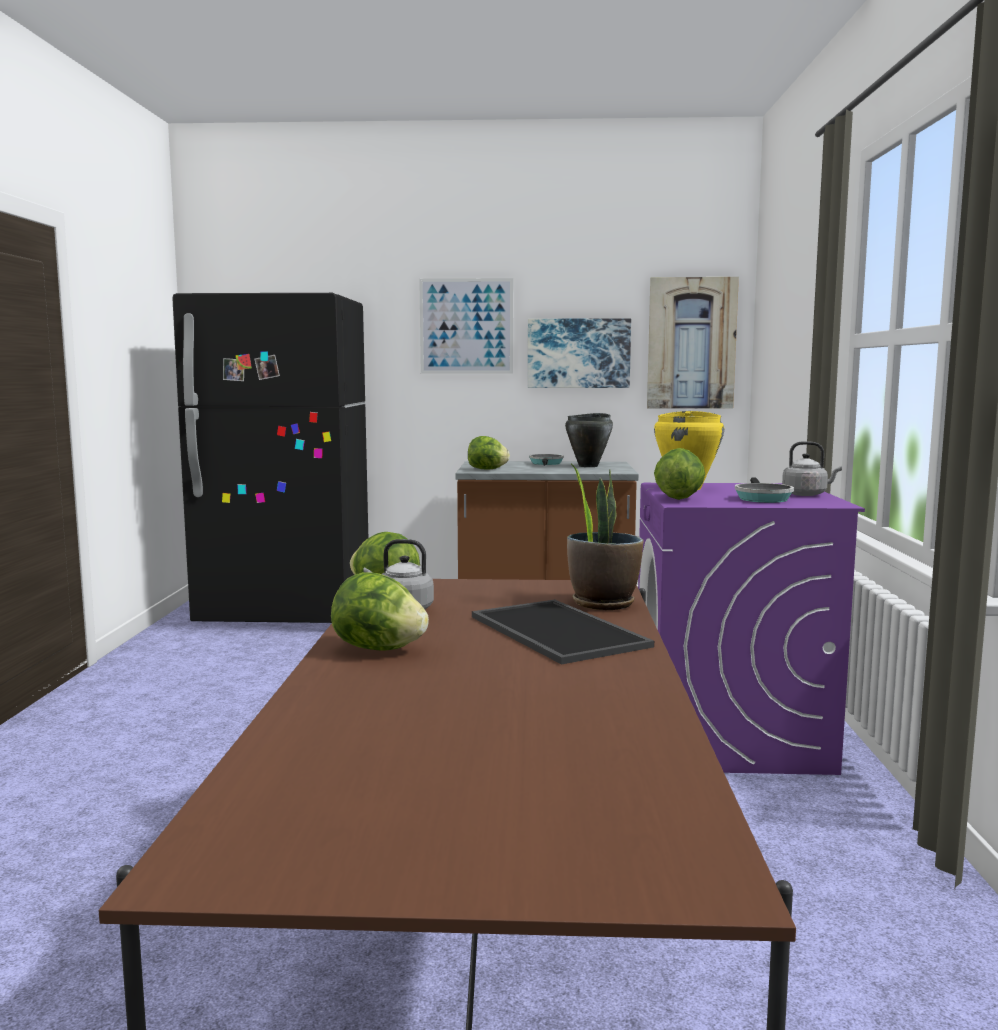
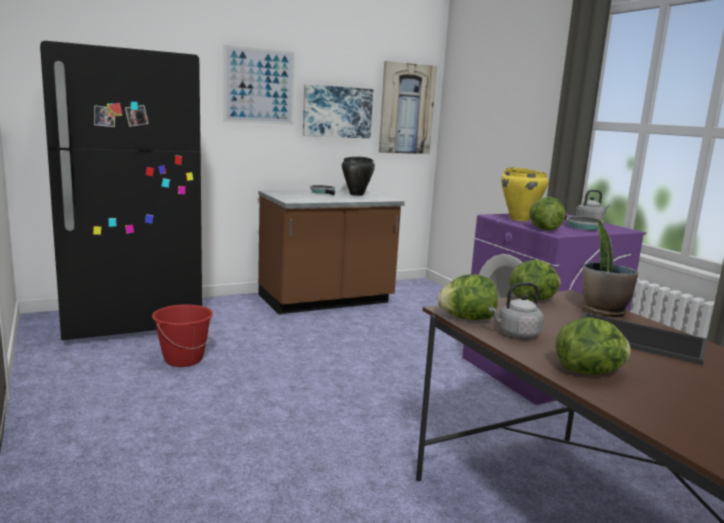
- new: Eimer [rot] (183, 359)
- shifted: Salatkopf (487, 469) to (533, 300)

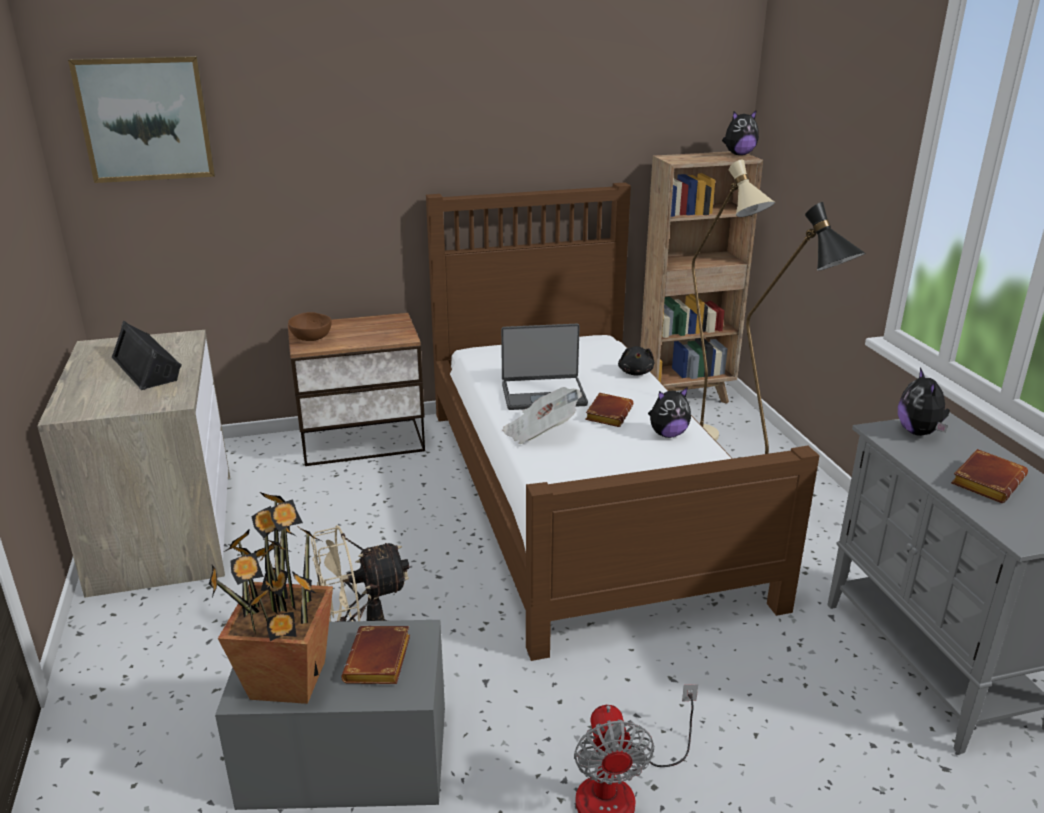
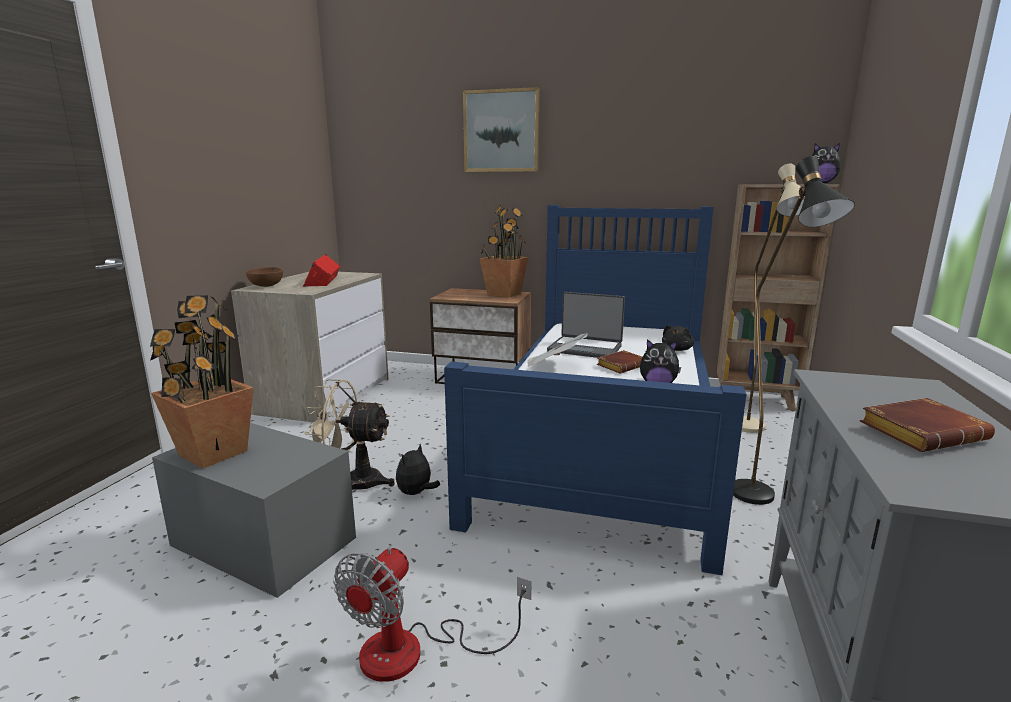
- shifted: Schüssel [braun] (312, 338) to (267, 286)
- repainted: Lautsprecher [schwarz] (148, 367) to Lautsprecher [rot] (324, 280)
- shifted: Plüschtier (919, 432) to (416, 493)
- repainted: Bett [braun] (582, 495) to Bett [blau] (603, 439)
- shifted: Bild (145, 119) to (501, 131)
- new: Topfpflanze (504, 294)
- gone: Buch [braun] (379, 662)

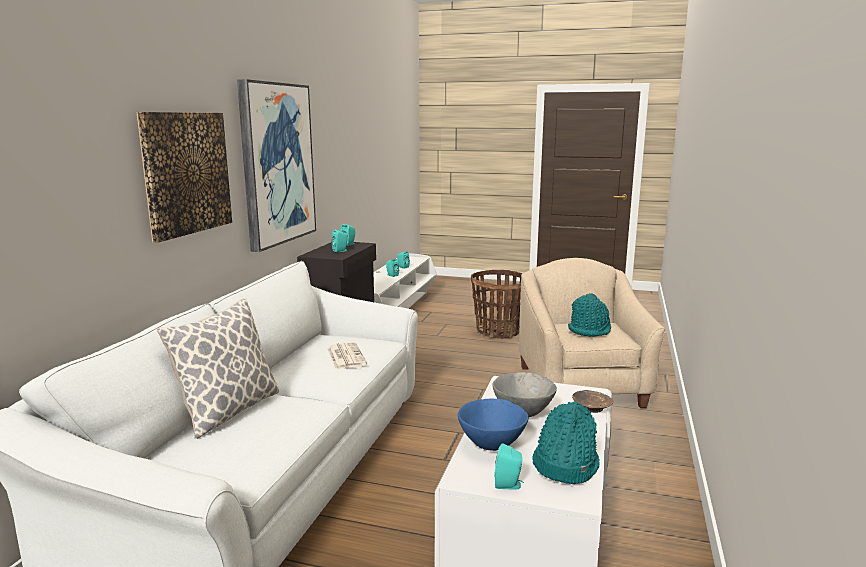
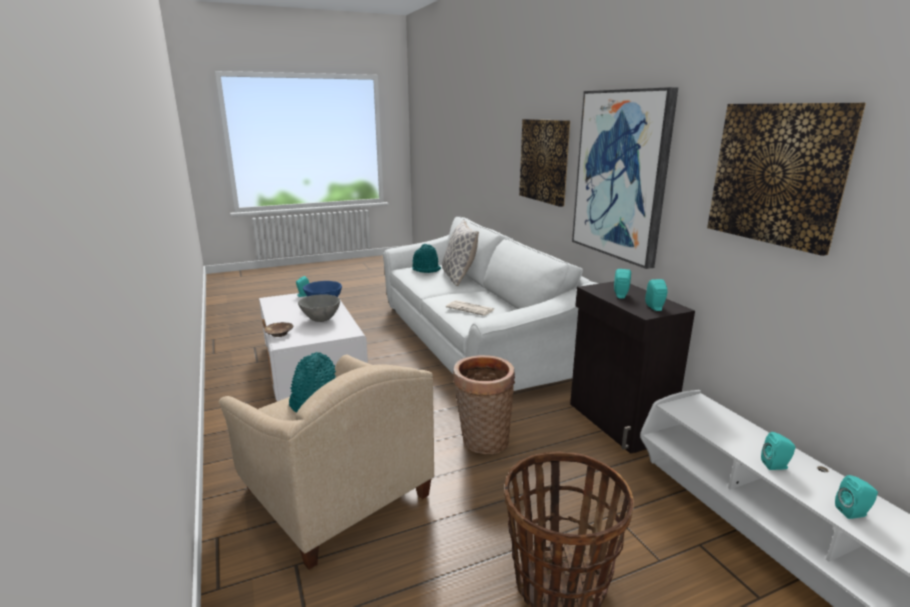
- shifted: Hut [türkis] (564, 464) to (426, 269)
- new: Korb (482, 441)
- new: Bild (777, 174)

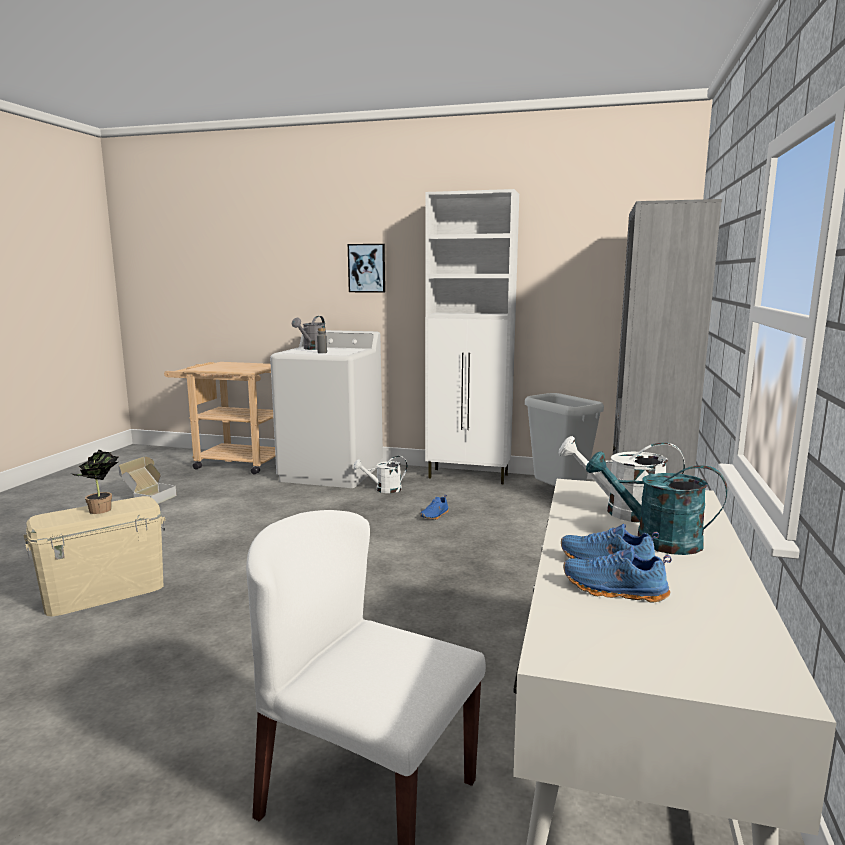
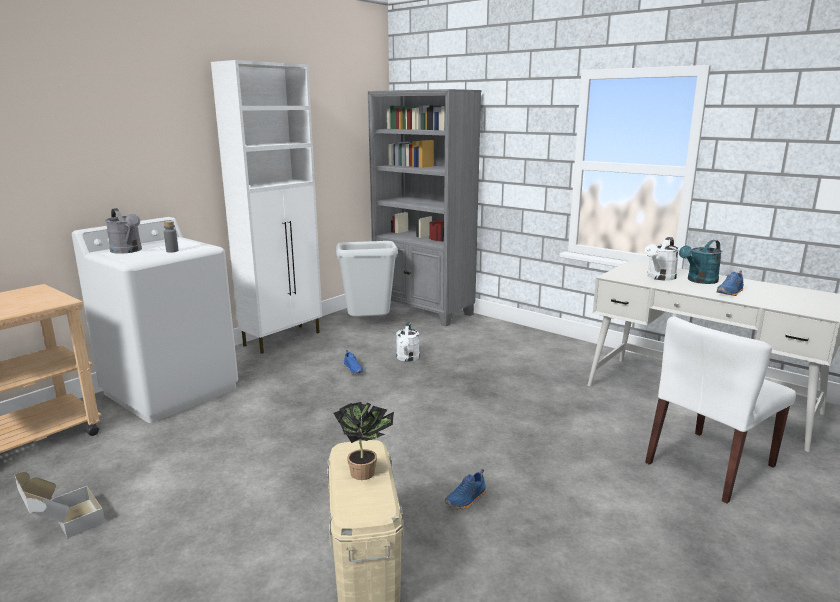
- shifted: Gießkanne [weiß] (384, 490) to (407, 358)
- shifted: Schuh [blau] (614, 591) to (466, 499)
- gone: Bild (367, 268)

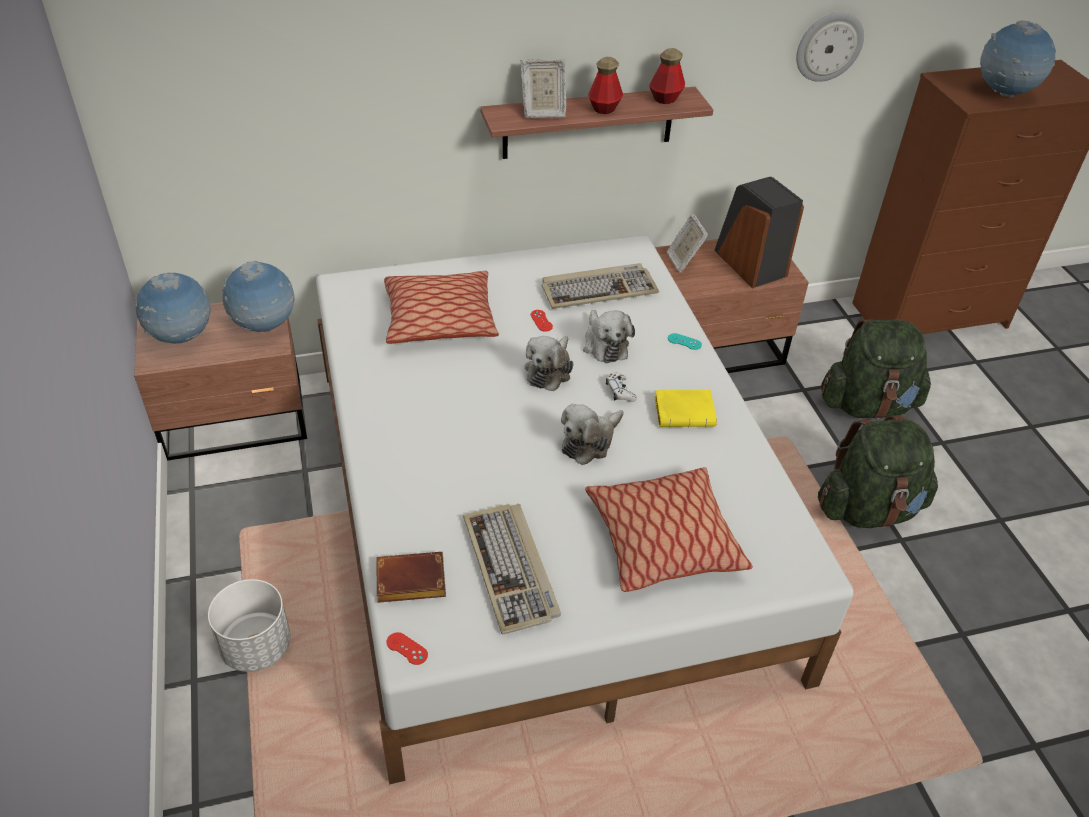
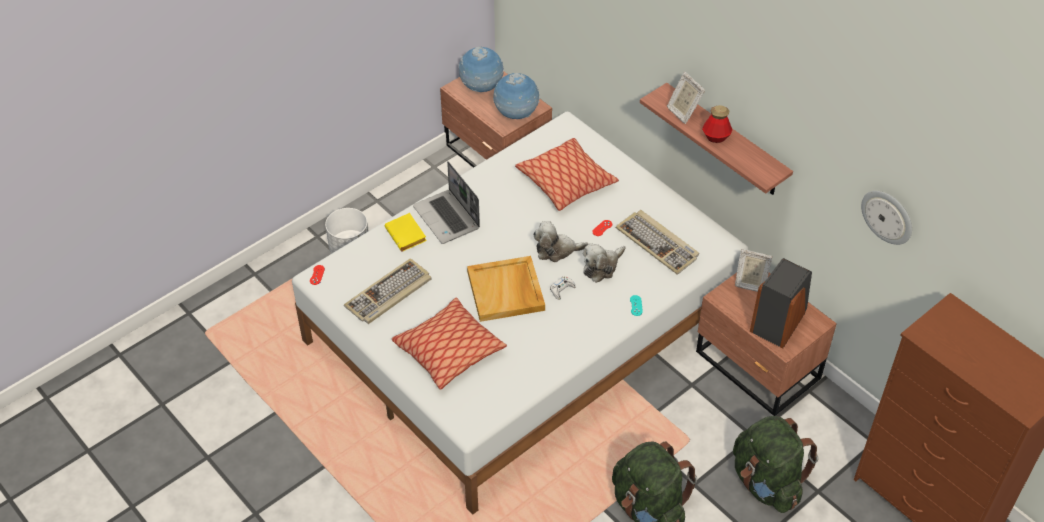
- shifted: Buch [gelb] (685, 412) to (407, 235)
- new: Laptop (447, 218)
- swapped: Plüschtier (589, 442) to Tablett [beige] (506, 291)
- rotated: Bilderrahmen (683, 261) = (750, 283) 120 degrees counterclockwise
- gone: Buch [braun] (409, 583)
- gone: Flasche (665, 98)
- gone: Globus (1004, 95)

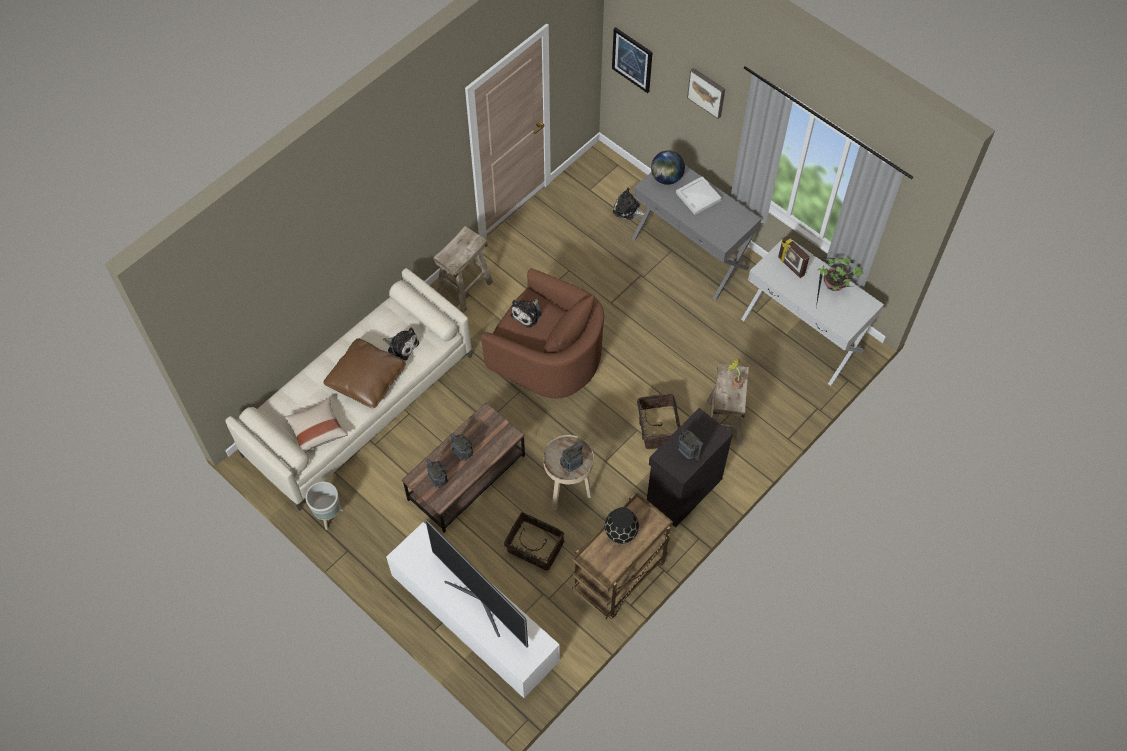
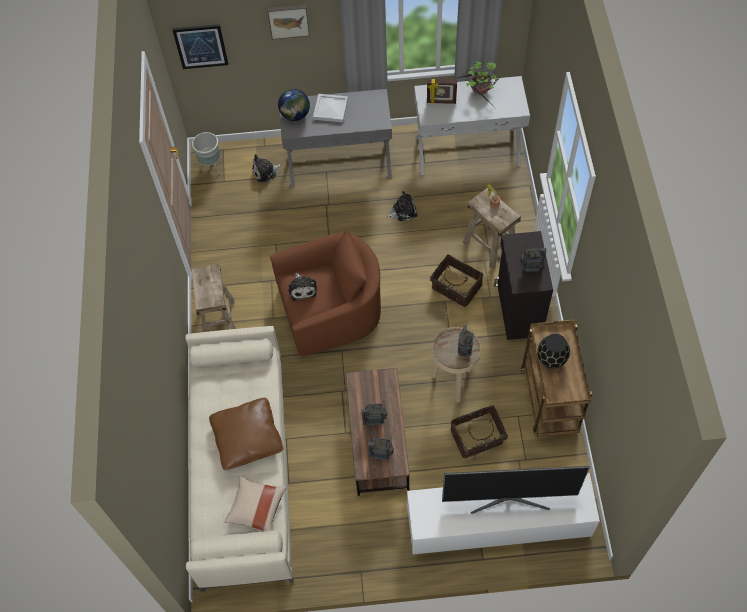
- shifted: Pflanzkübel [grau] (329, 516) to (212, 167)
- shifted: Plüschtier (402, 346) to (403, 211)

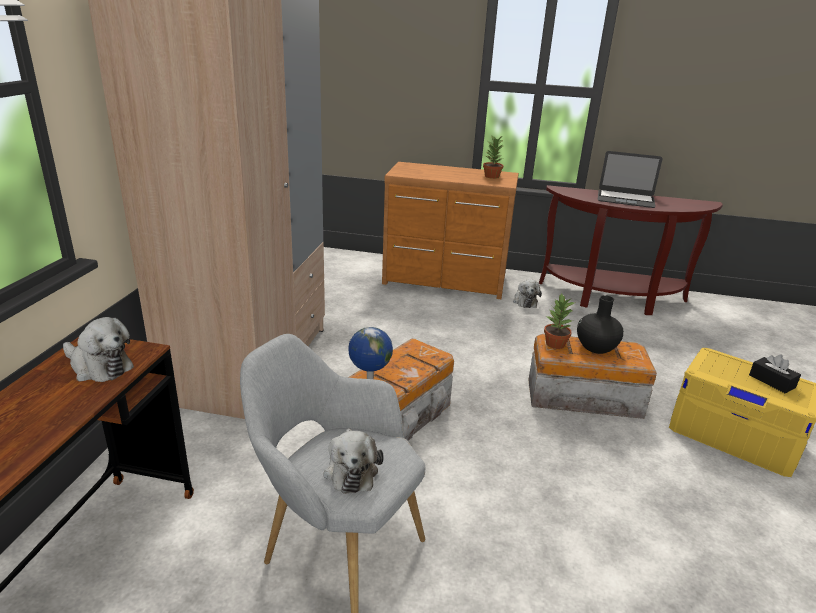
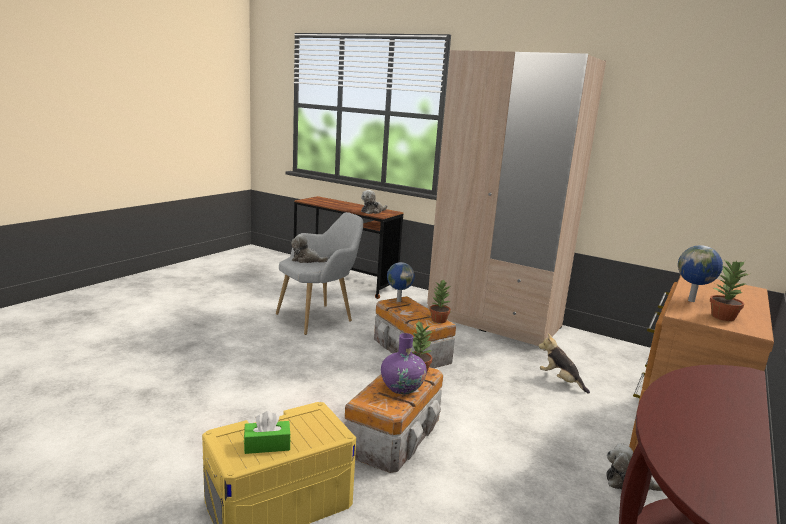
- repainted: Taschentuchbox [schwarz] (771, 381) to Taschentuchbox [grün] (267, 445)
- repainted: Vase [schwarz] (596, 347) to Vase [lila] (402, 388)
- new: Topfpflanze (438, 320)
- new: Plüschtier (560, 381)
- new: Globus (692, 301)
- gone: Laptop (625, 199)

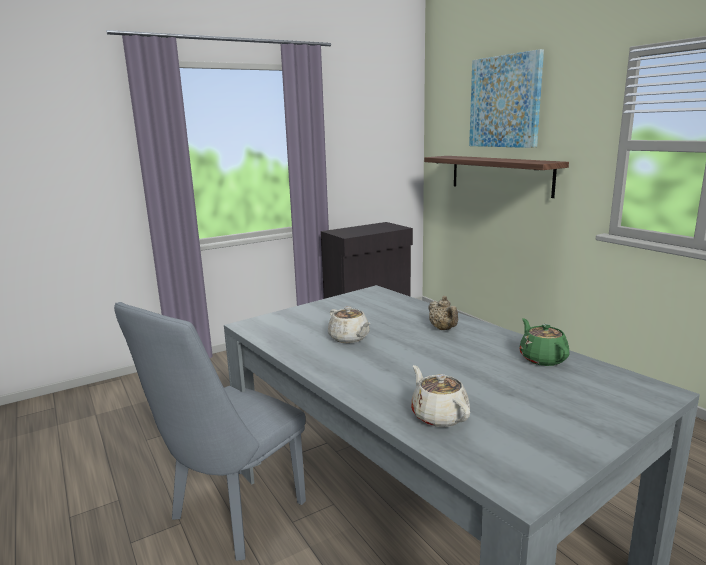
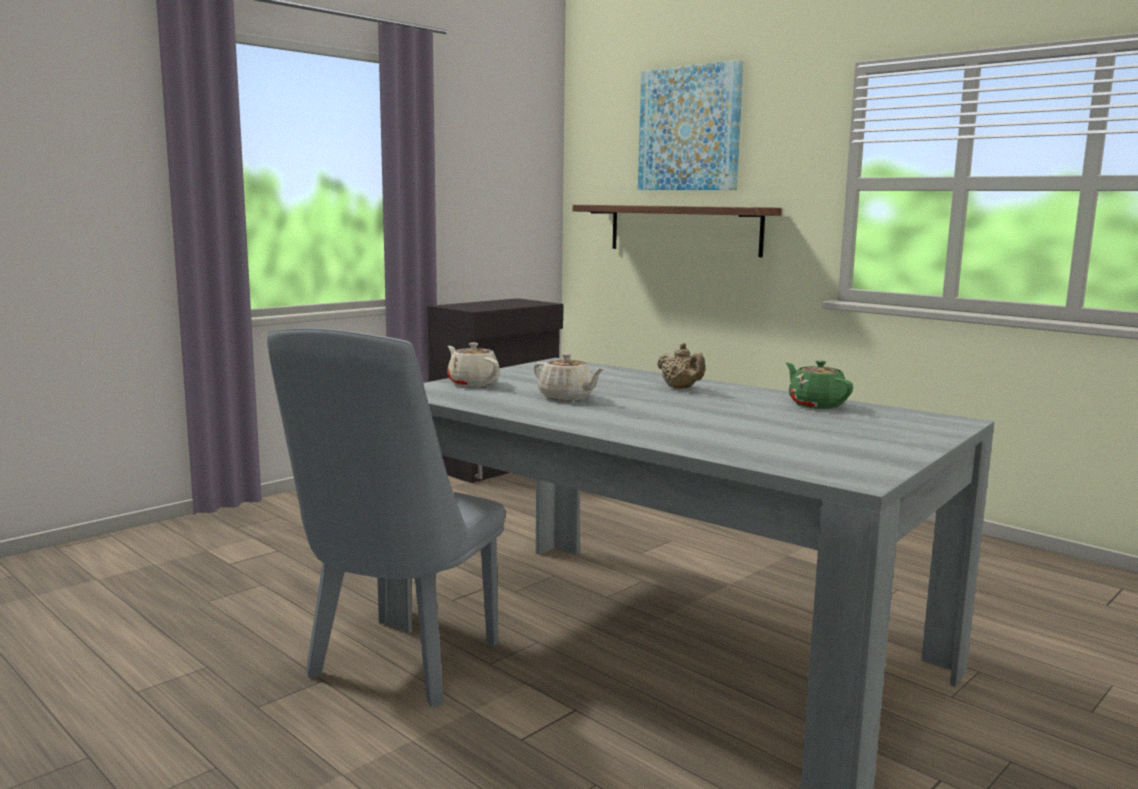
- shifted: Teekanne [beige] (439, 415) to (472, 383)

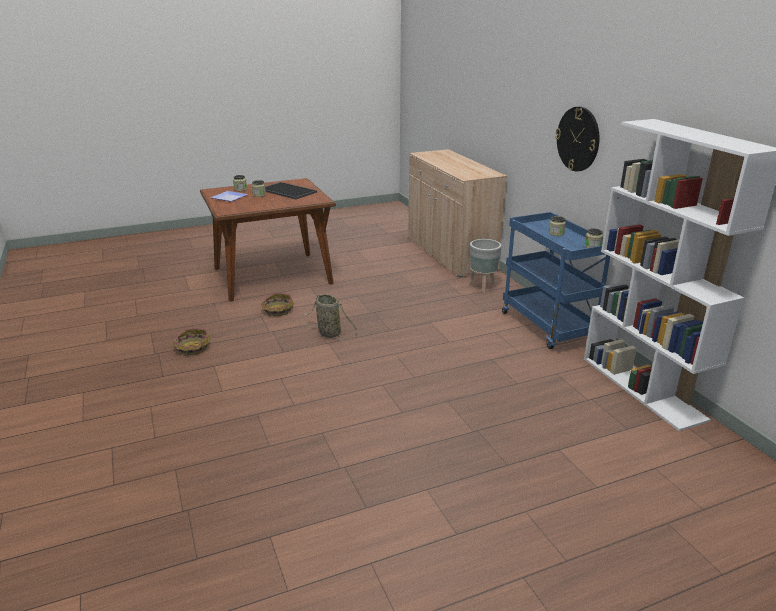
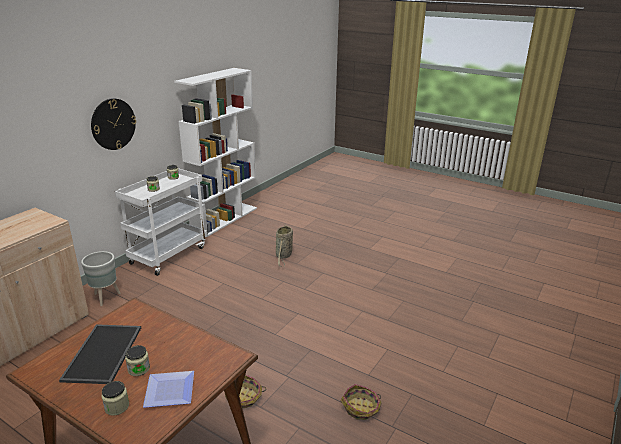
- repainted: Rollwagen [blau] (549, 327) to Rollwagen [weiß] (169, 254)
- shifted: Korb (328, 333) to (283, 256)

